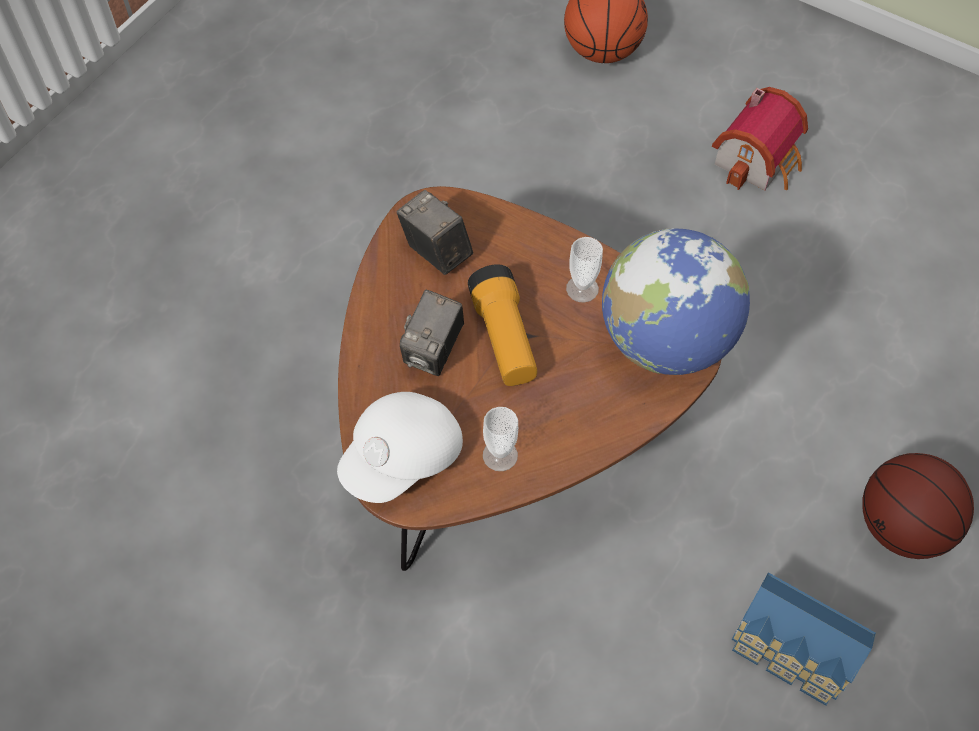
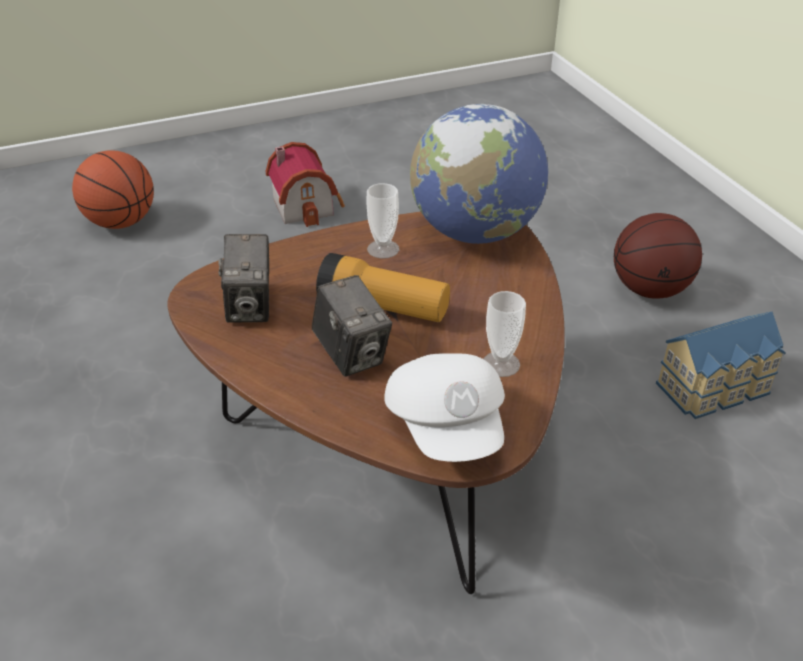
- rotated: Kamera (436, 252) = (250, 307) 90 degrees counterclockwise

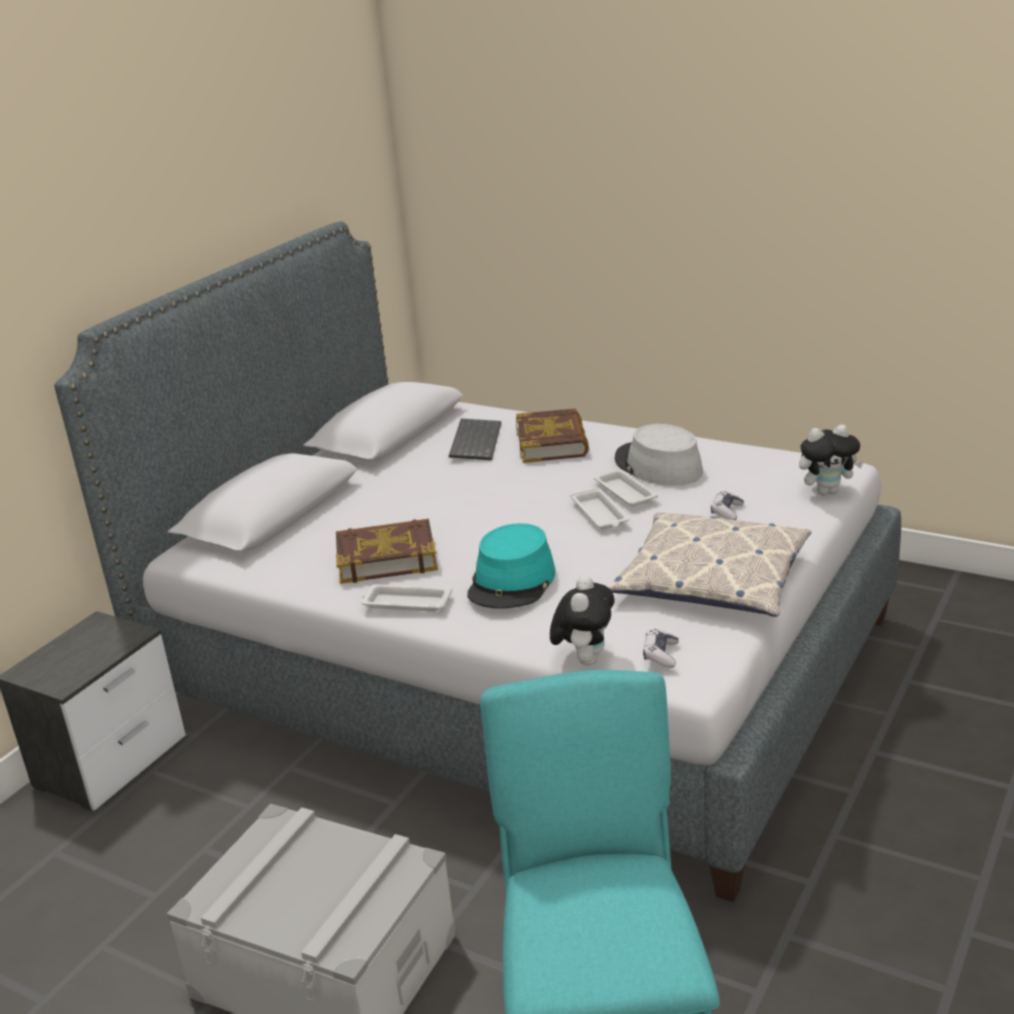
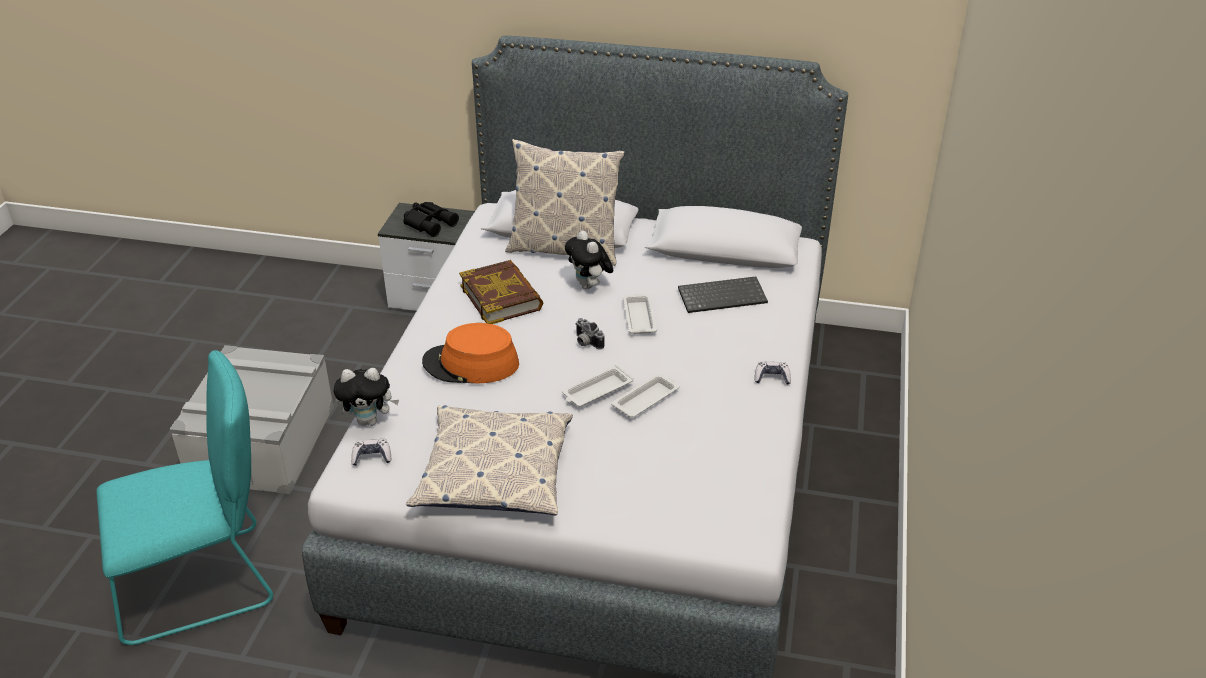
- new: Fernglas [schwarz] (430, 223)
- repainted: Hut [türkis] (512, 582) to Hut [orange] (471, 364)
- new: Kissen (564, 249)
- shifted: Plüschtier (827, 491) to (589, 286)
- new: Kamera (586, 343)
- shifted: Tablett [weiß] (405, 603) to (639, 317)
- shifted: Gamepad (726, 512) to (772, 377)
- gone: Buch (552, 442)
- gone: Hut [grau] (657, 466)

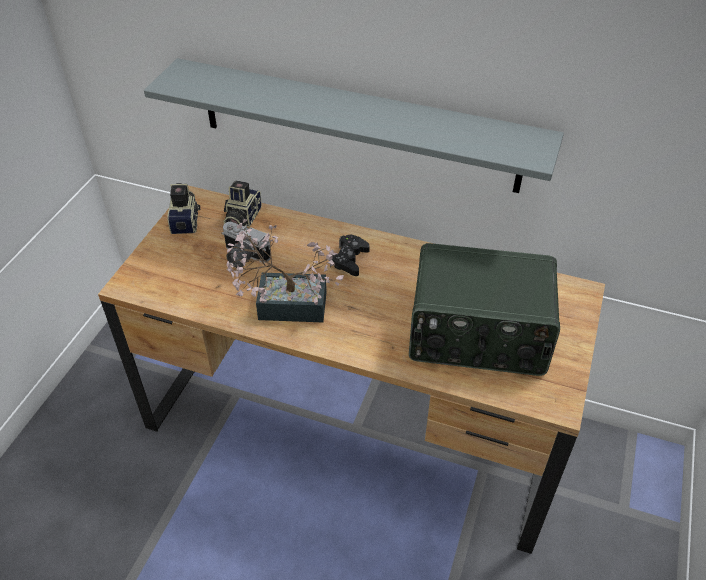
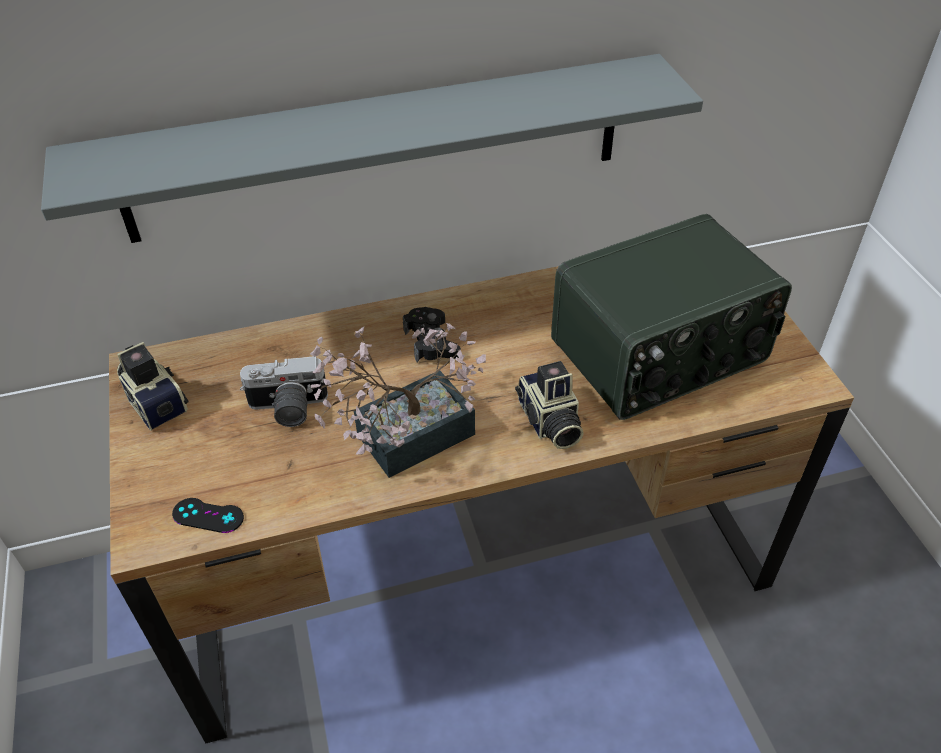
- new: Gamepad [schwarz] (208, 515)
- shifted: Kamera (241, 218) to (549, 423)

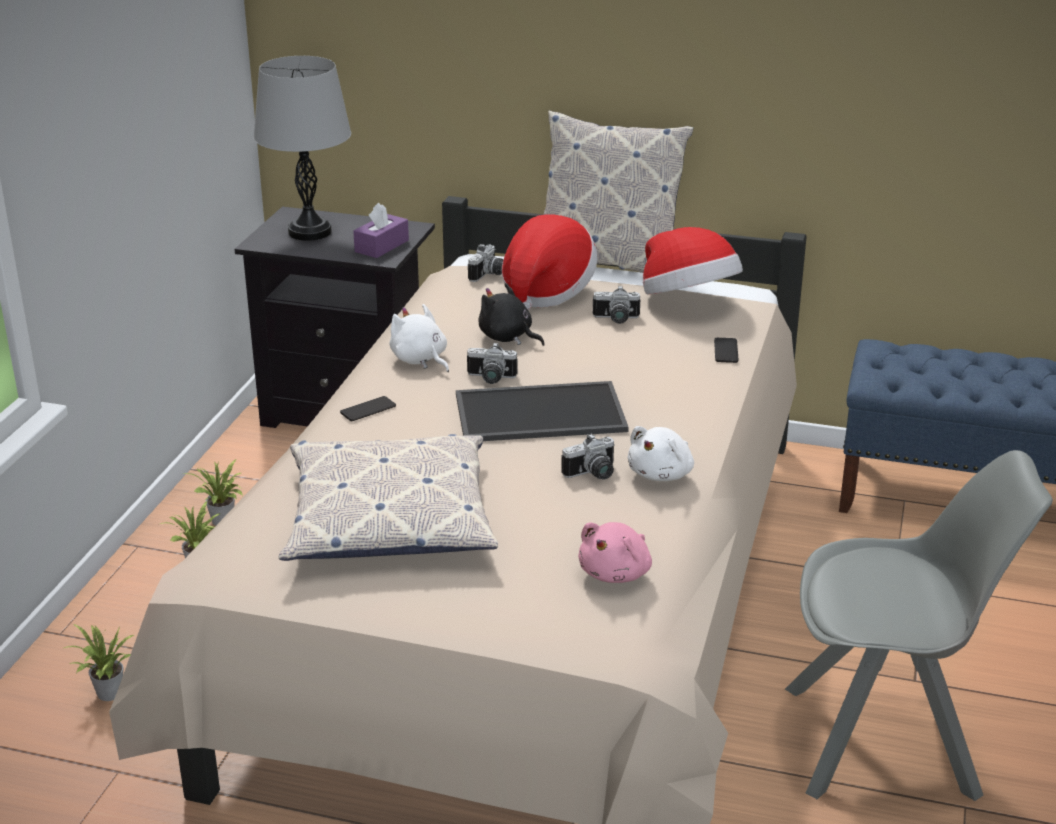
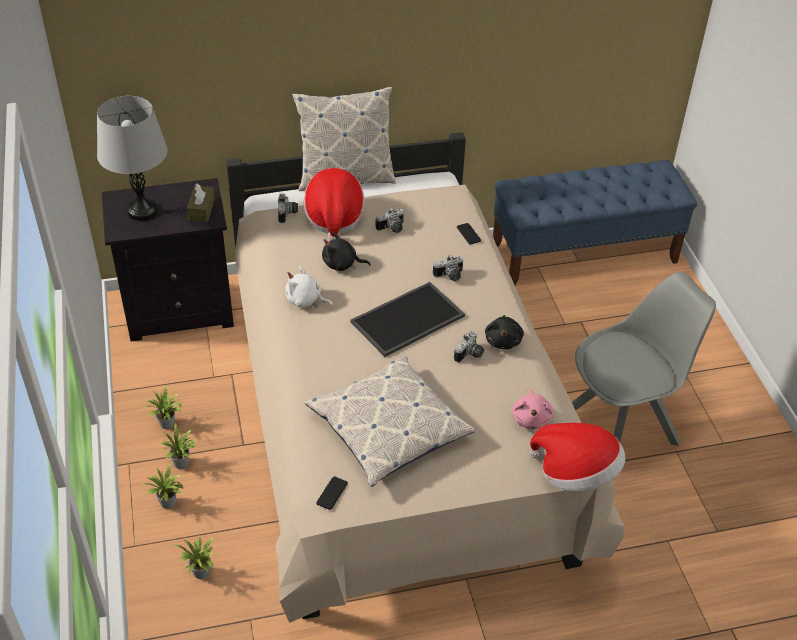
- new: Topfpflanze (169, 504)
- repainted: Taschentuchbox [lila] (381, 246) to Taschentuchbox [braun] (201, 209)
- shifted: Handy (368, 409) to (332, 493)
- shifted: Kamera (490, 379) to (450, 276)
- repainted: Plüschtier [weiß] (662, 474) to Plüschtier [schwarz] (503, 340)
- shifted: Hut (688, 301) to (576, 473)

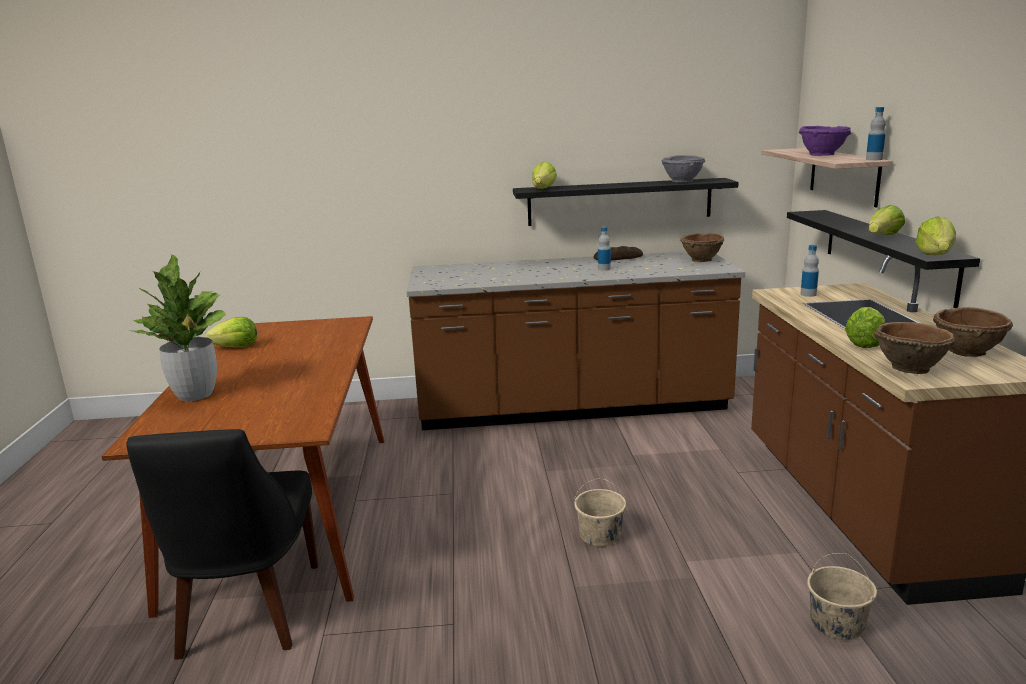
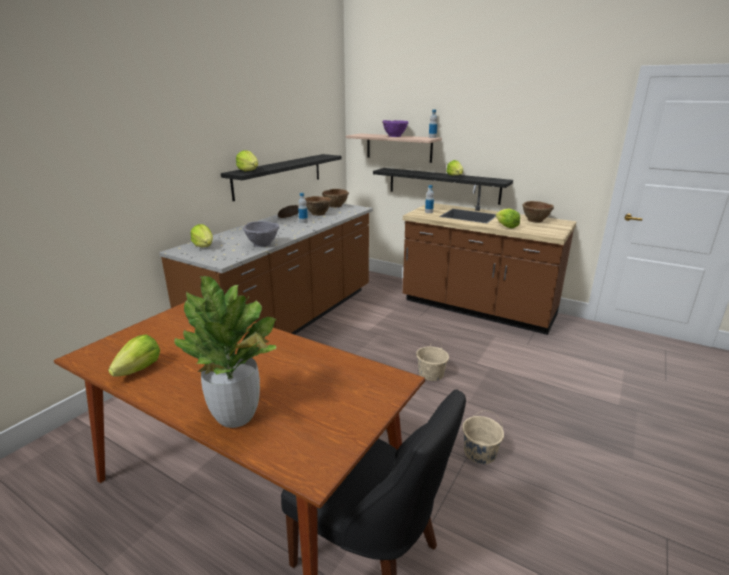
- shifted: Salatkopf (935, 255) to (204, 246)
- shifted: Schüssel [grau] (682, 181) to (263, 244)
- shifted: Schüssel [braun] (909, 368) to (318, 214)
- shifted: Eimer [beige] (836, 623) to (479, 452)

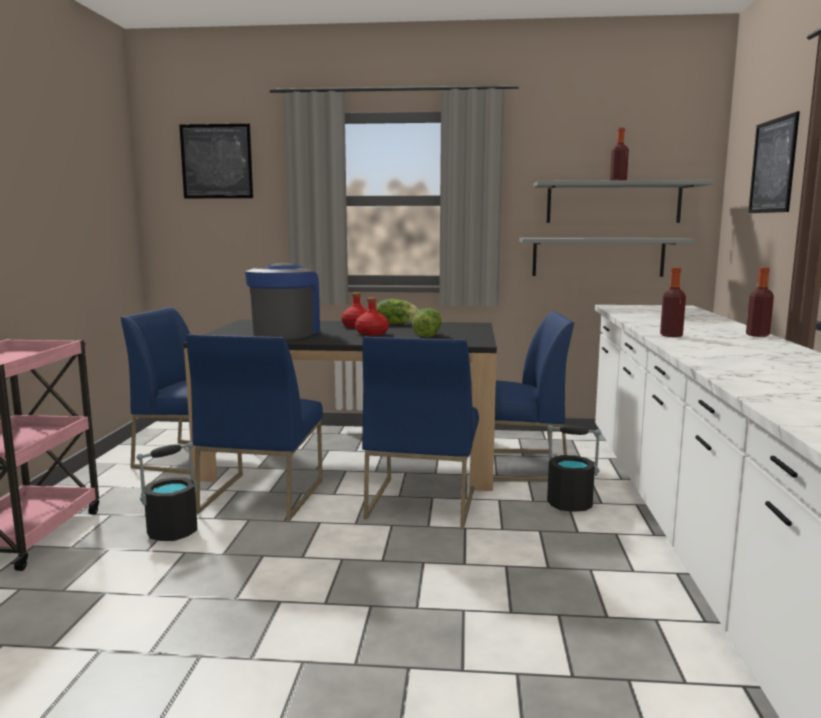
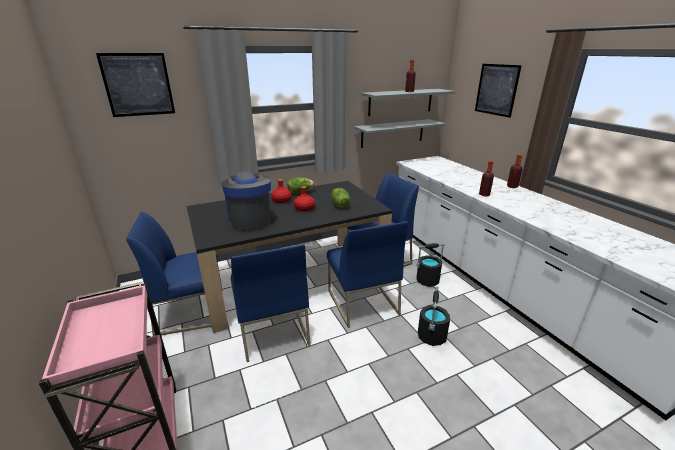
- shifted: Eimer [schwarz] (173, 532) to (431, 336)

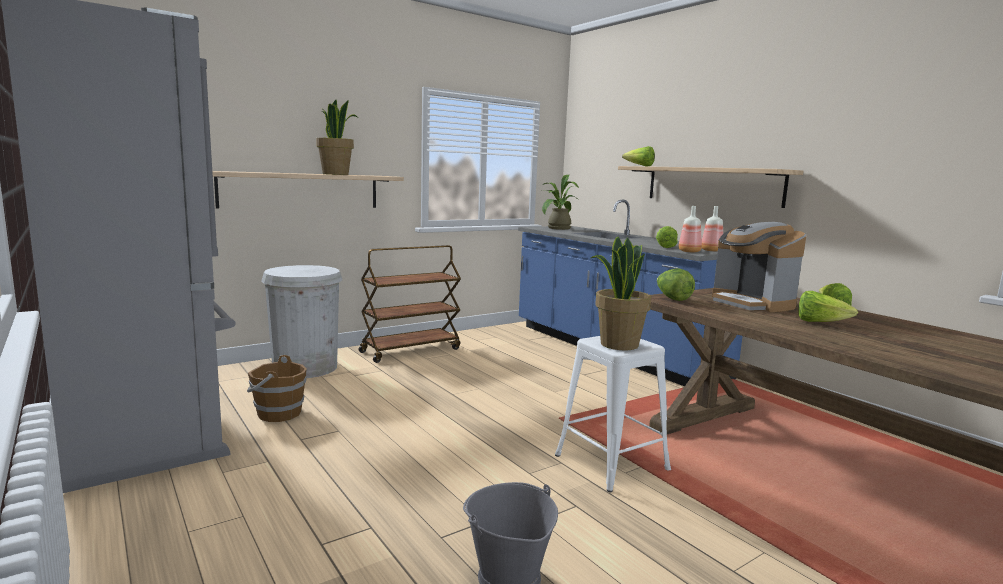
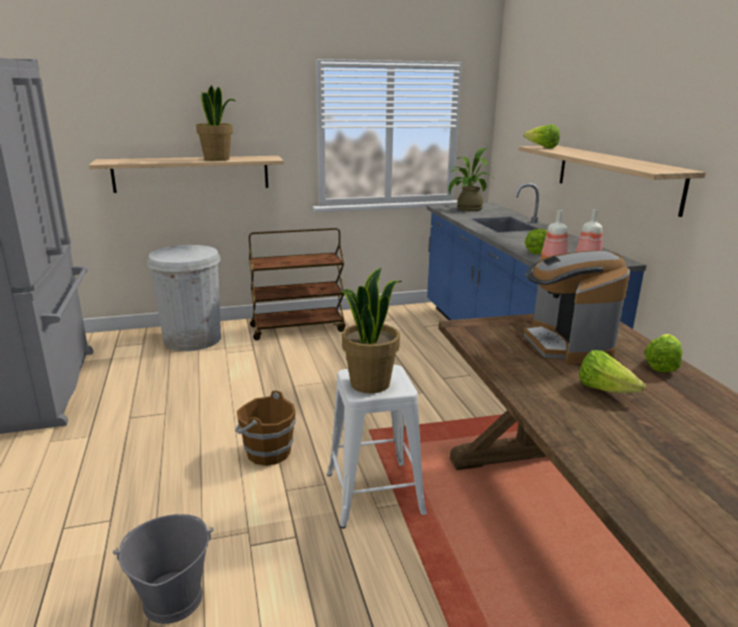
- shifted: Eimer [braun] (278, 413) to (267, 452)
- gone: Salatkopf (672, 299)

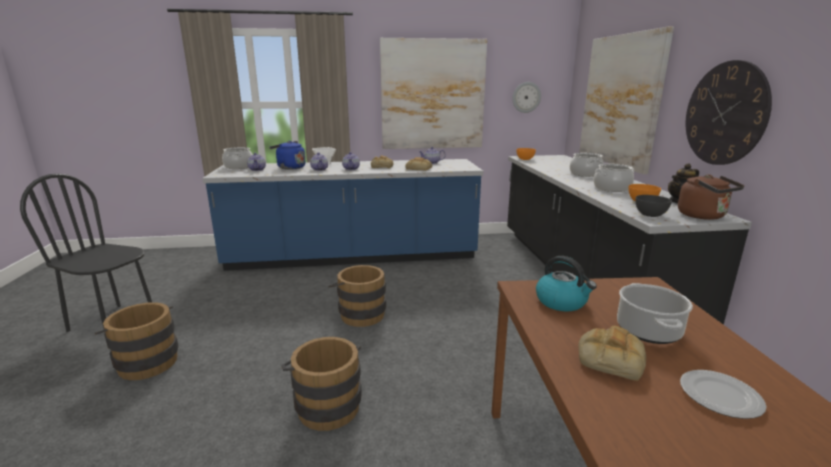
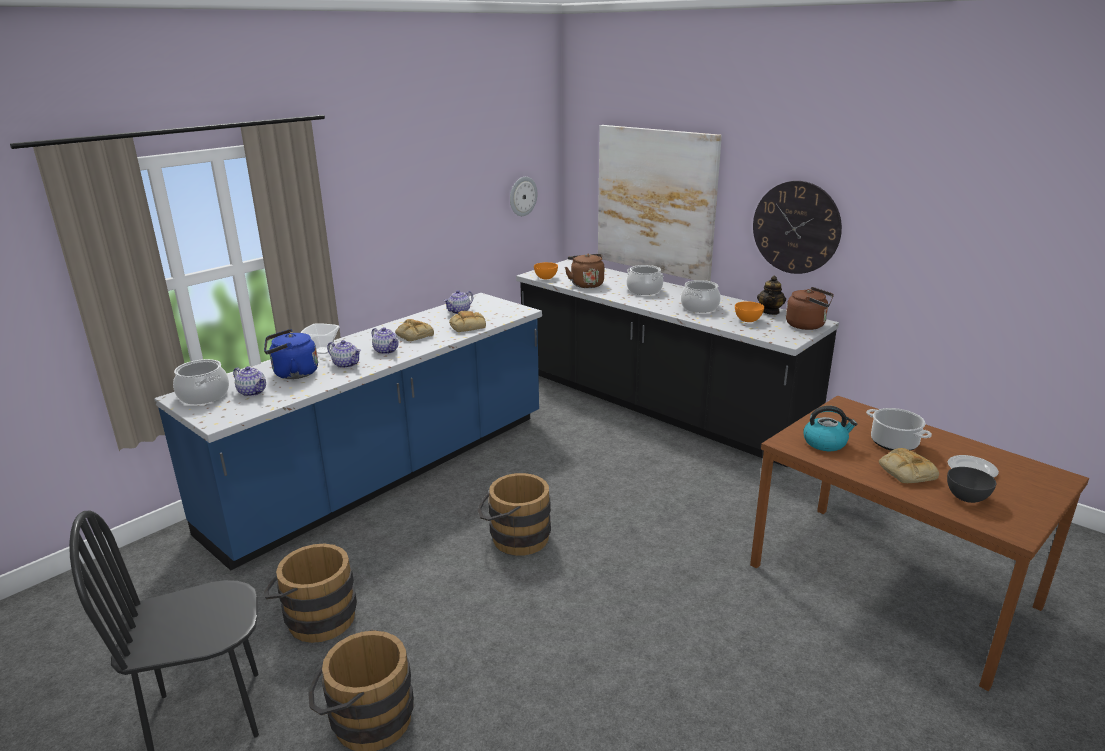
- shifted: Eimer [braun] (326, 404) to (316, 617)
- new: Wasserkessel [braun] (586, 284)
- shifted: Schüssel [grau] (650, 215) to (966, 497)
- gone: Bild (433, 95)

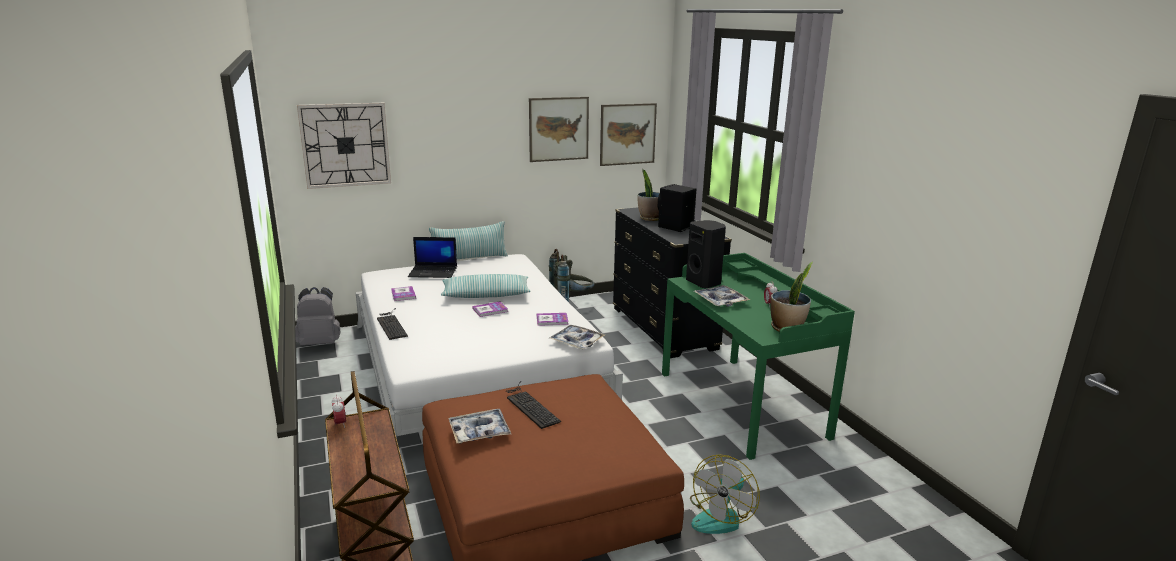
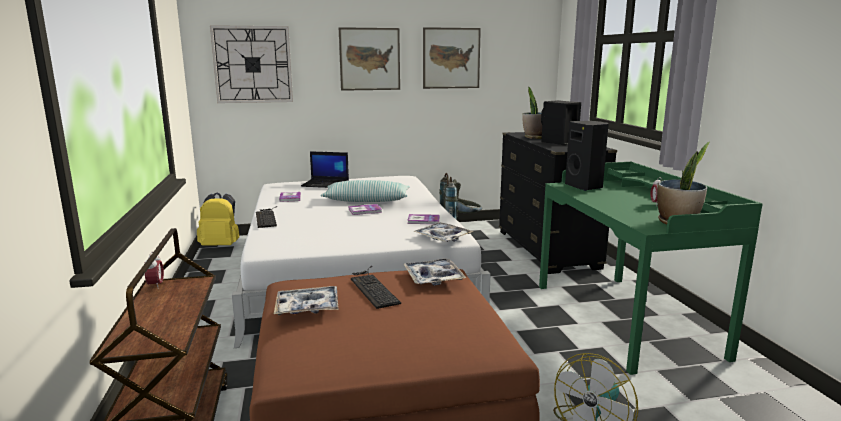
- repainted: Rucksack [grau] (320, 343) to Rucksack [gelb] (221, 246)
- shifted: Bild (628, 134) to (370, 59)
- shifted: Tablett (720, 301) to (433, 278)
- gone: Kissen (470, 258)

